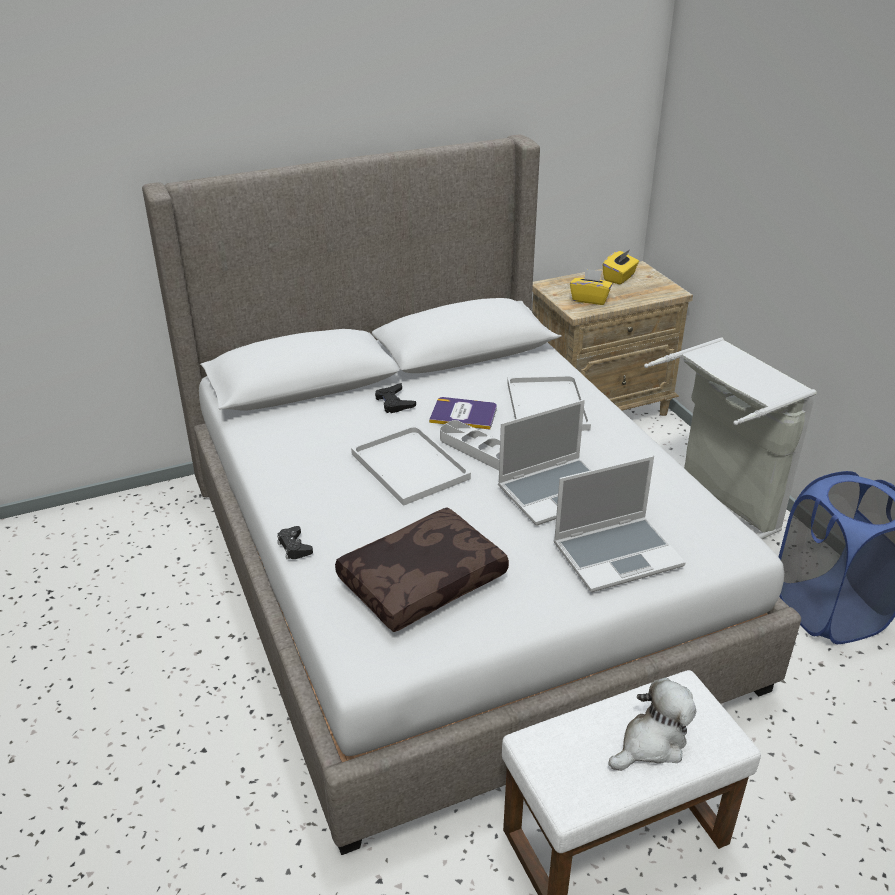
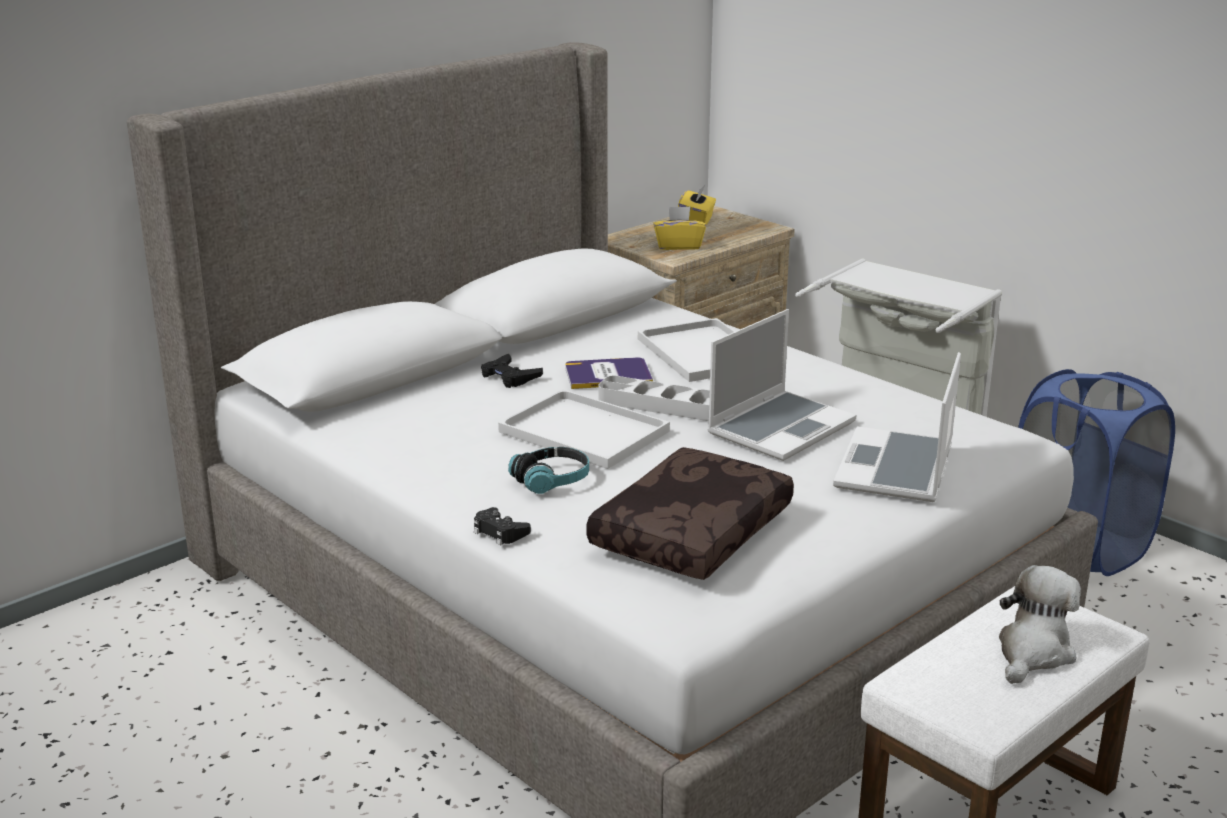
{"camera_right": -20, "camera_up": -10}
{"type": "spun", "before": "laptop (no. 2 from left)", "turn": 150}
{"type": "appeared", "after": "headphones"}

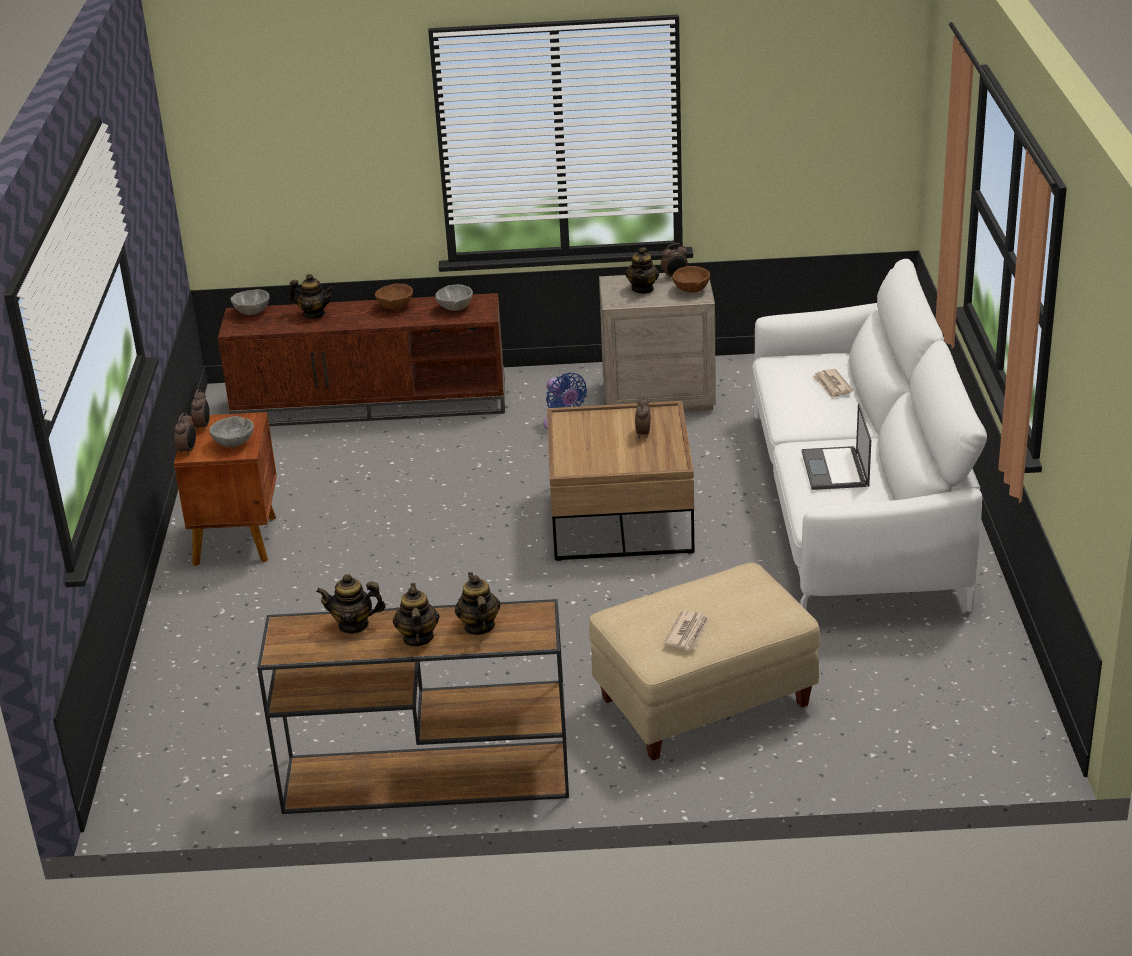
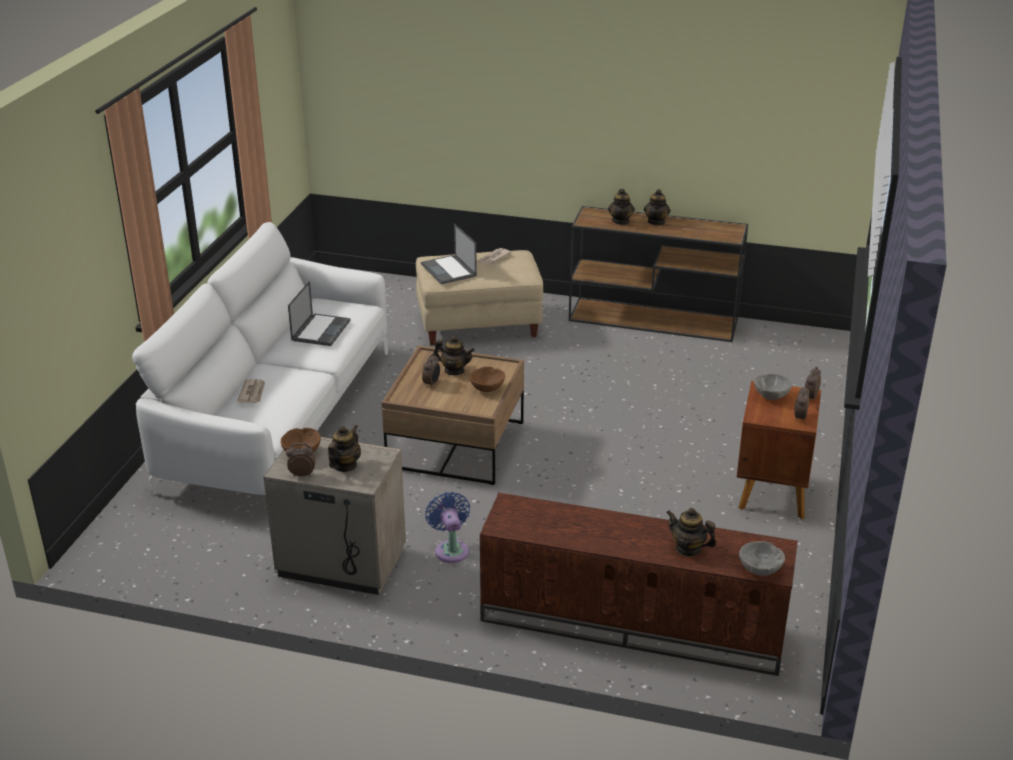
{"camera_right": -165, "camera_up": 0}
{"type": "relocated", "before": "brown bowl (no. 1 from left in the first image)", "after": "brown bowl (no. 2 from left)"}
{"type": "missing", "before": "grey bowl (no. 3 from left)"}
{"type": "relocated", "before": "teapot (no. 2 from left)"}
{"type": "appeared", "after": "laptop (no. 2 from left)"}

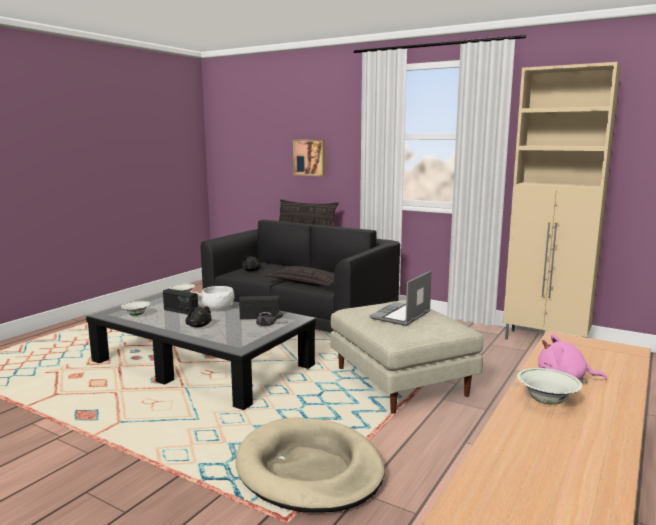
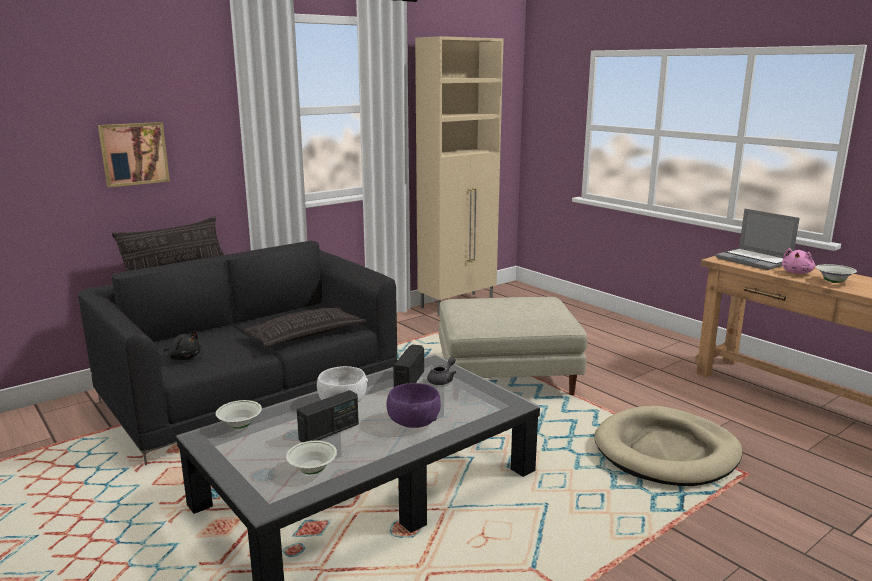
{"camera_right": -70, "camera_up": 5}
{"type": "relocated", "before": "laptop"}
{"type": "exchanged", "before": "black plush toy (no. 1 from left)", "after": "purple bowl"}

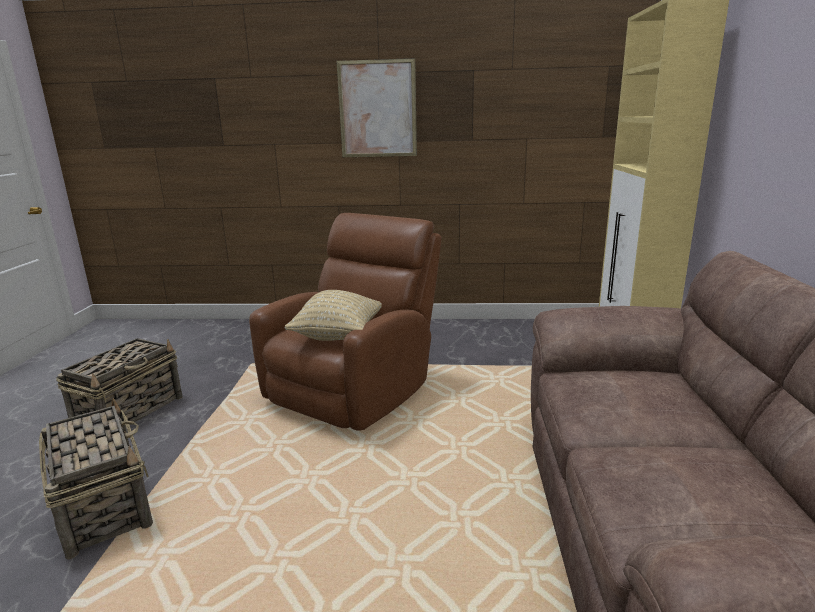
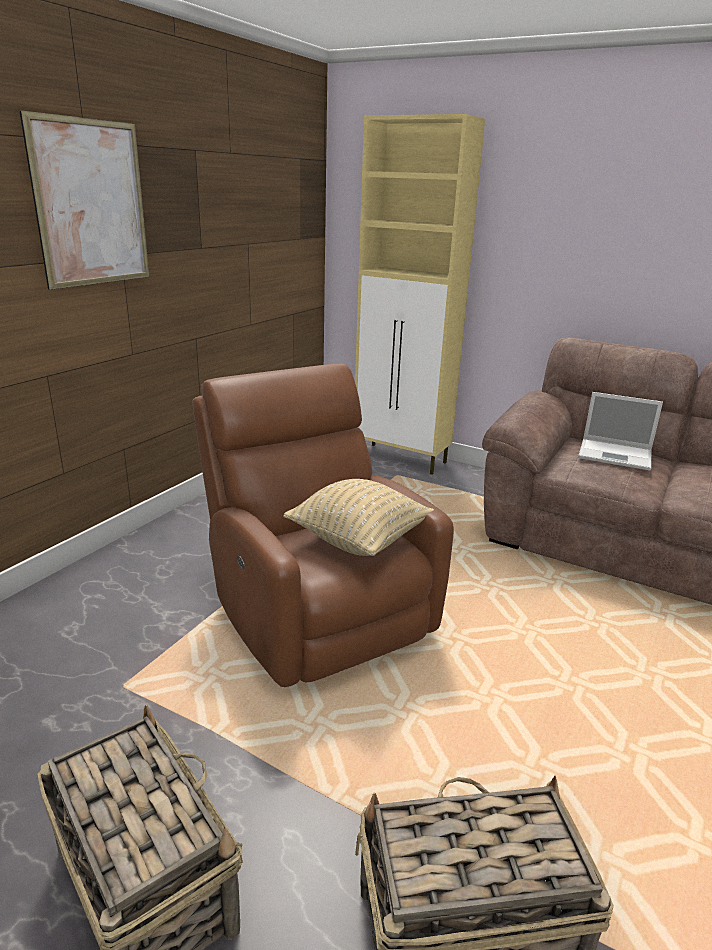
{"camera_right": -65, "camera_up": 5}
{"type": "appeared", "after": "laptop"}

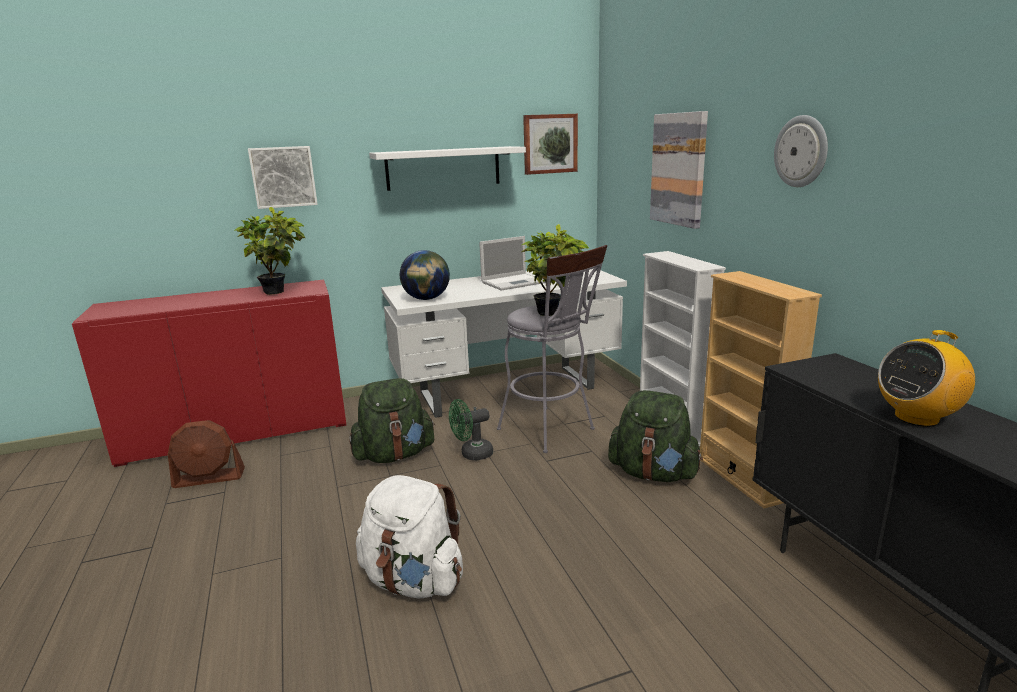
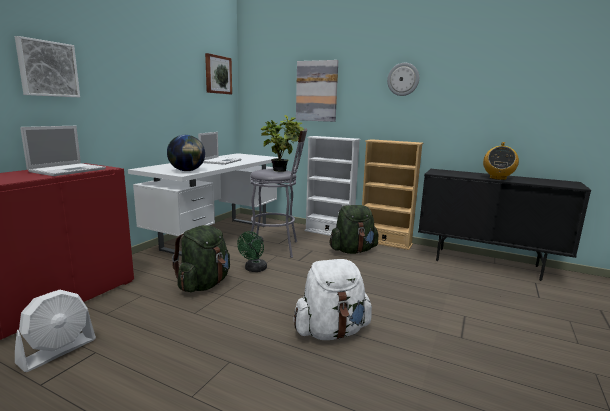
{"camera_right": -45, "camera_up": -5}
{"type": "missing", "before": "white shelf"}
{"type": "exchanged", "before": "potted plant (no. 1 from left)", "after": "laptop (no. 1 from left)"}
{"type": "colour", "before": "brown fan", "after": "white fan"}

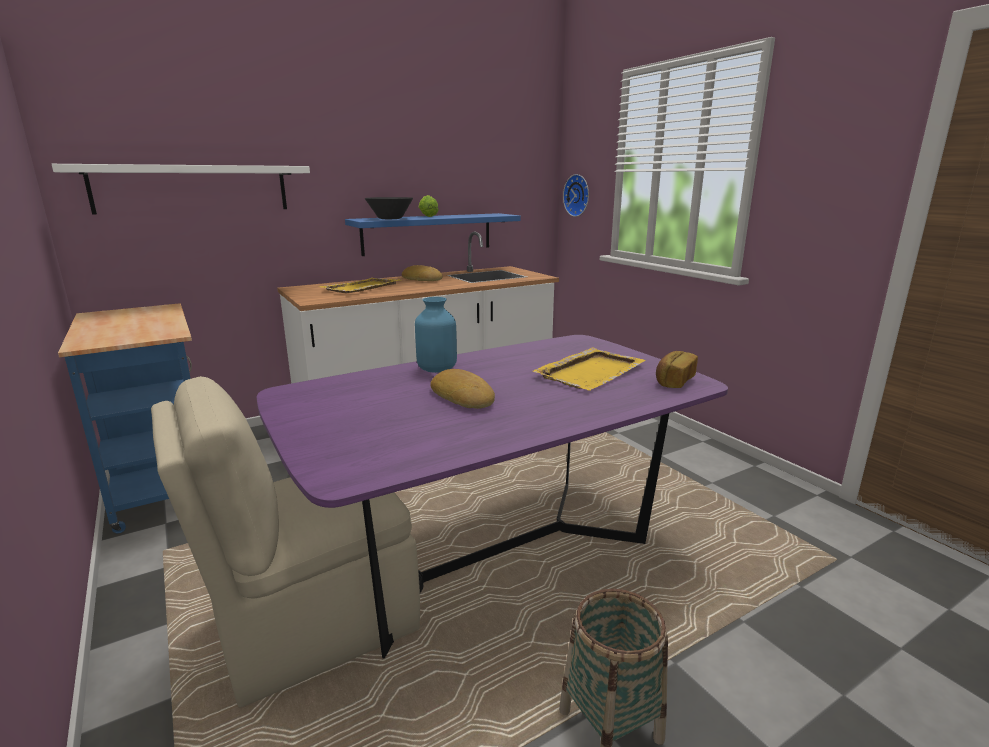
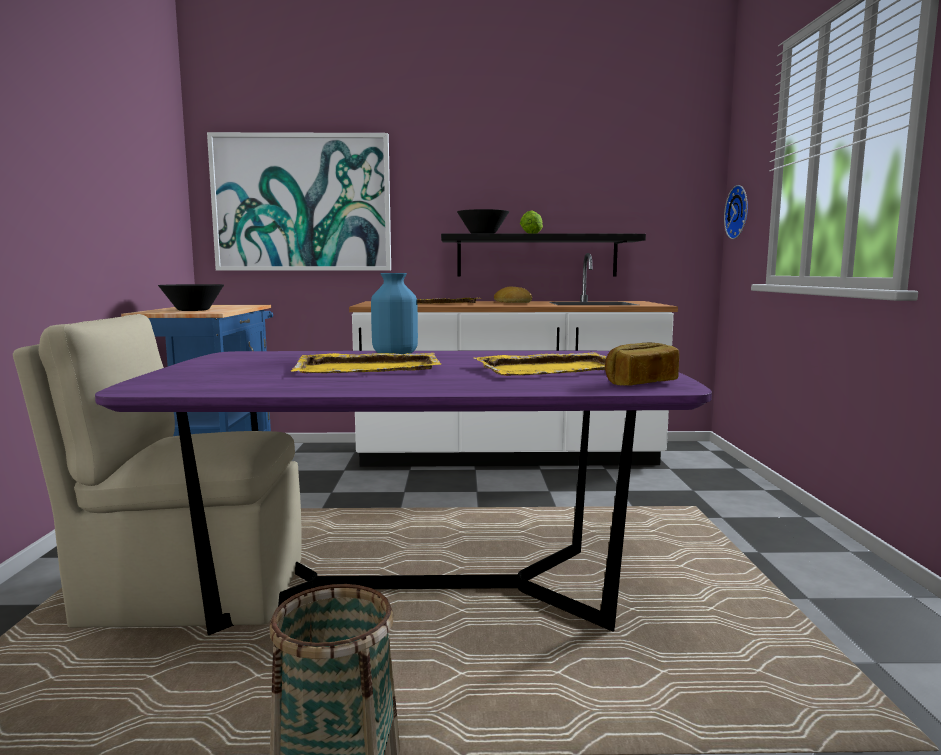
{"camera_right": 30, "camera_up": -10}
{"type": "exchanged", "before": "white shelf", "after": "picture"}
{"type": "colour", "before": "blue shelf", "after": "black shelf"}
{"type": "exchanged", "before": "bread (no. 2 from left)", "after": "yellow tray (no. 1 from left)"}
{"type": "appeared", "after": "black bowl (no. 1 from left)"}

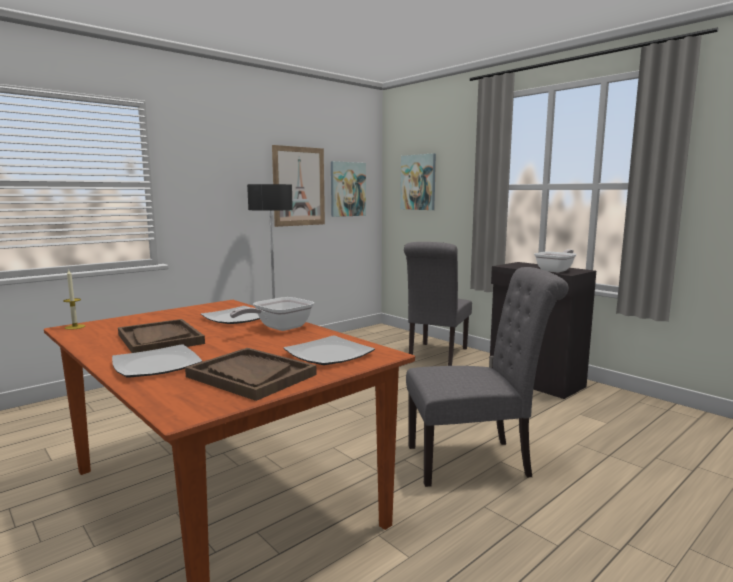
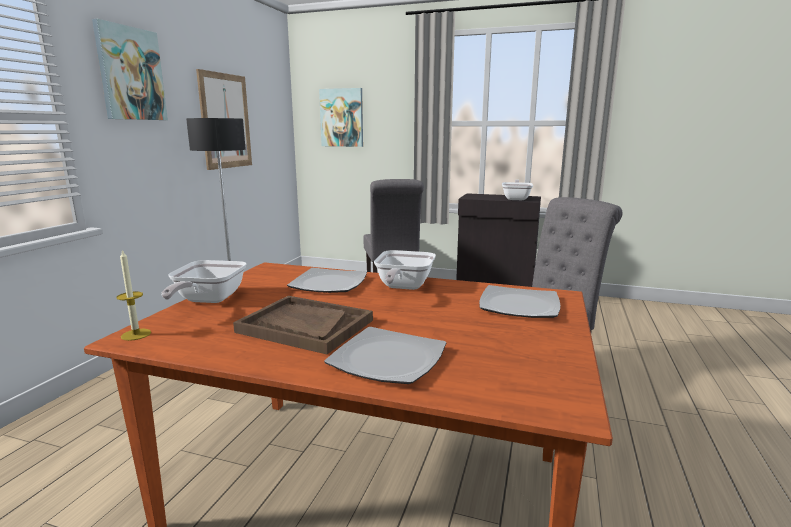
{"camera_right": -30, "camera_up": 5}
{"type": "relocated", "before": "picture (no. 2 from left in the first image)", "after": "picture (no. 1 from left)"}
{"type": "missing", "before": "brown tray (no. 2 from left)"}
{"type": "appeared", "after": "frying pan (no. 1 from left)"}

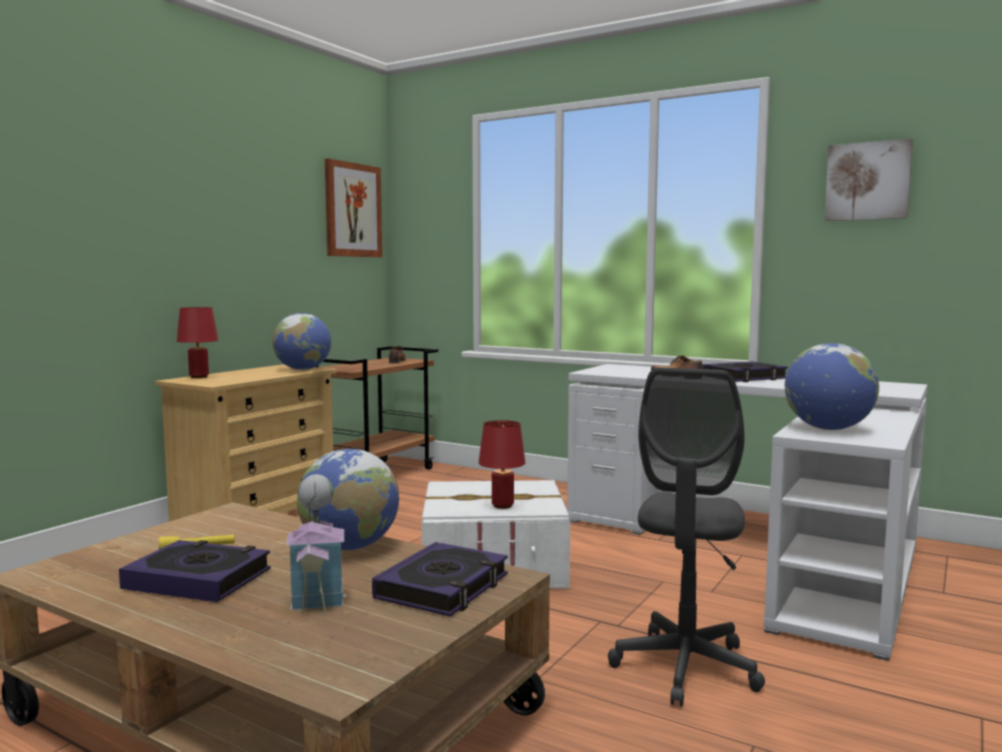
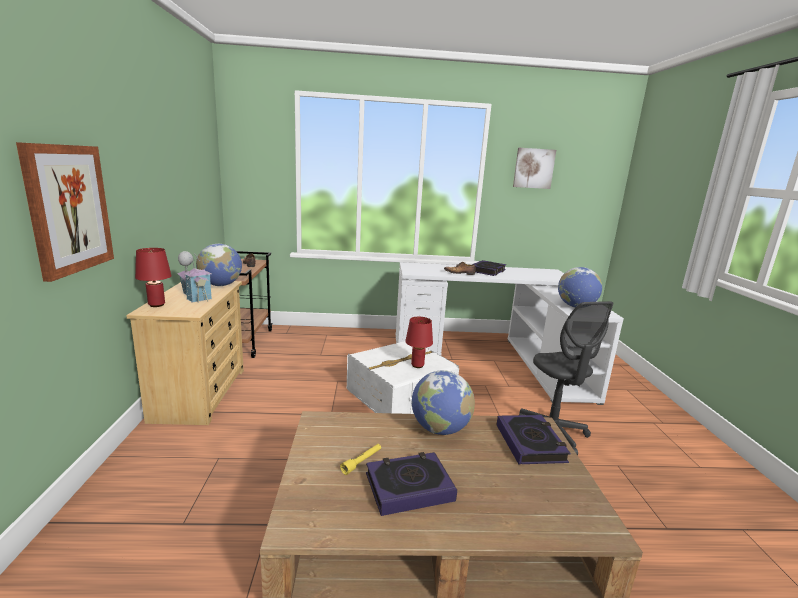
{"camera_right": -35, "camera_up": 10}
{"type": "relocated", "before": "picture (no. 1 from left)"}
{"type": "relocated", "before": "toy house"}

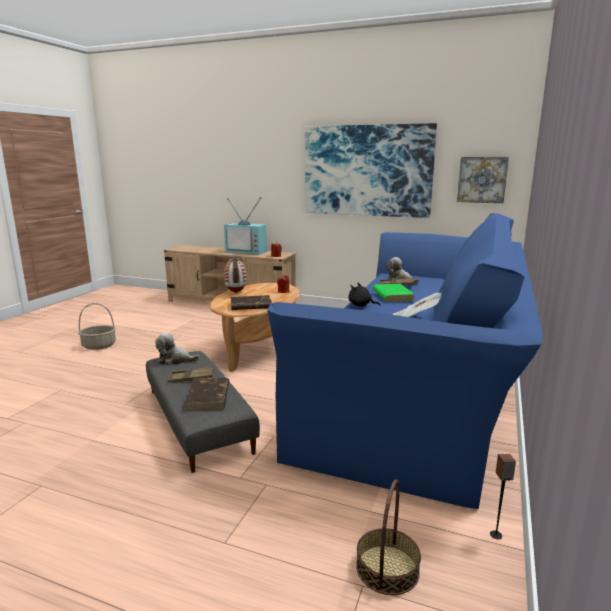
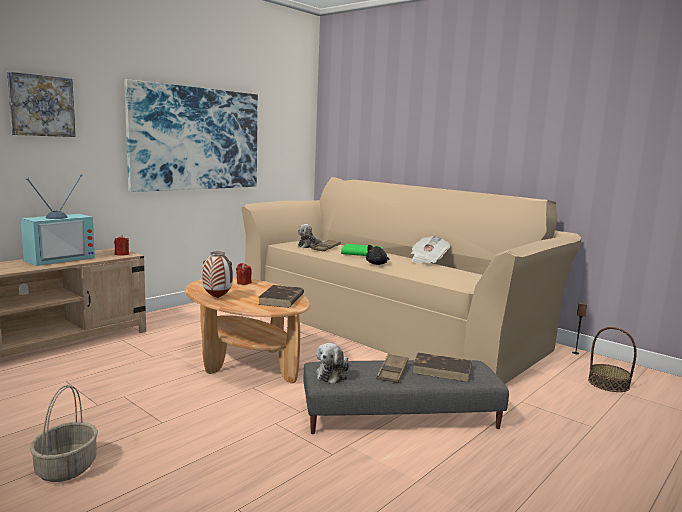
{"camera_right": -70, "camera_up": -5}
{"type": "relocated", "before": "picture (no. 2 from left in the first image)", "after": "picture (no. 1 from left)"}
{"type": "colour", "before": "blue sofa", "after": "beige sofa"}

